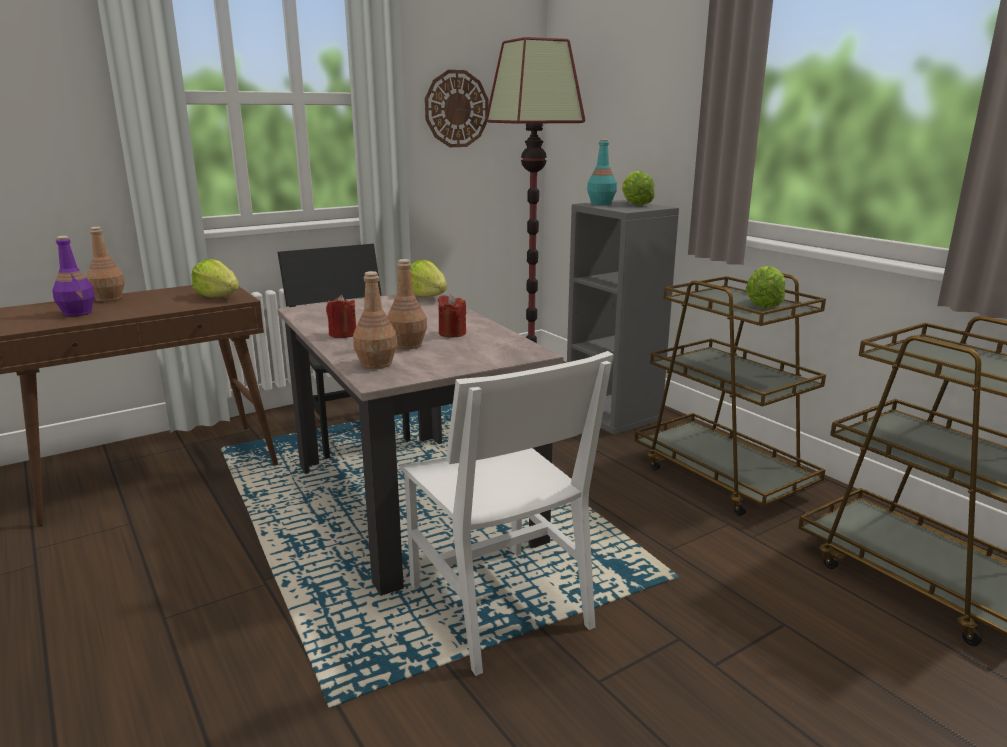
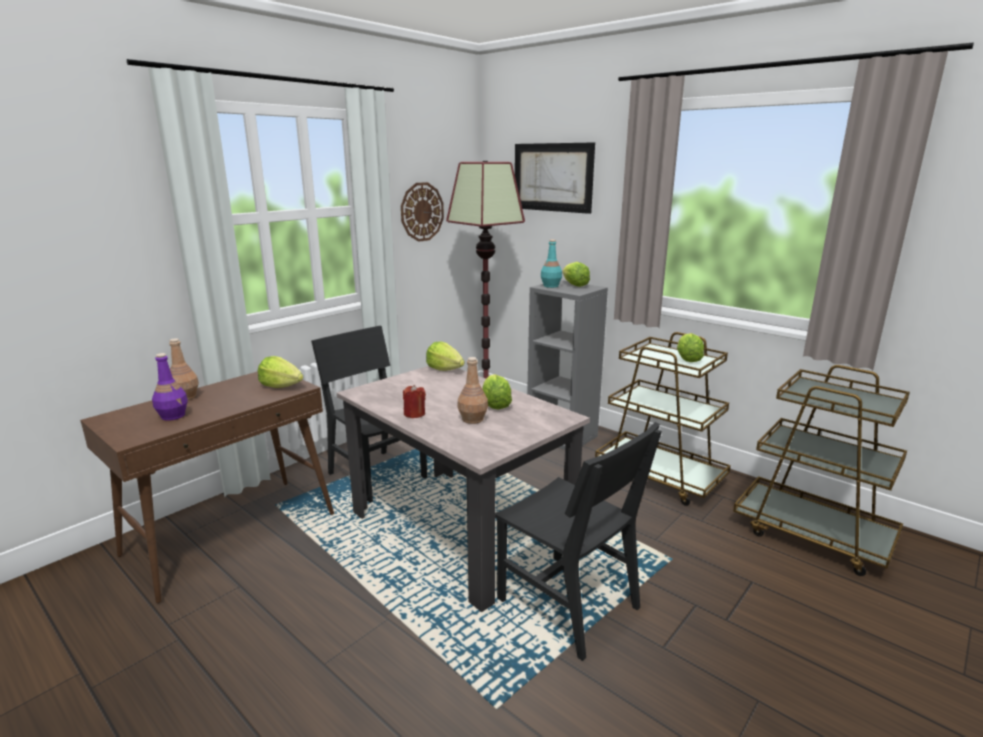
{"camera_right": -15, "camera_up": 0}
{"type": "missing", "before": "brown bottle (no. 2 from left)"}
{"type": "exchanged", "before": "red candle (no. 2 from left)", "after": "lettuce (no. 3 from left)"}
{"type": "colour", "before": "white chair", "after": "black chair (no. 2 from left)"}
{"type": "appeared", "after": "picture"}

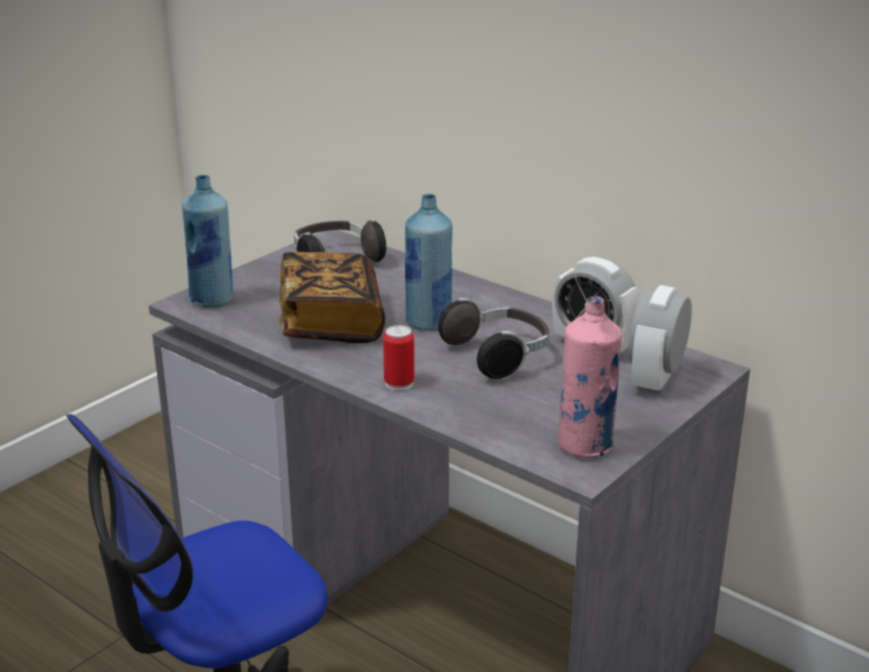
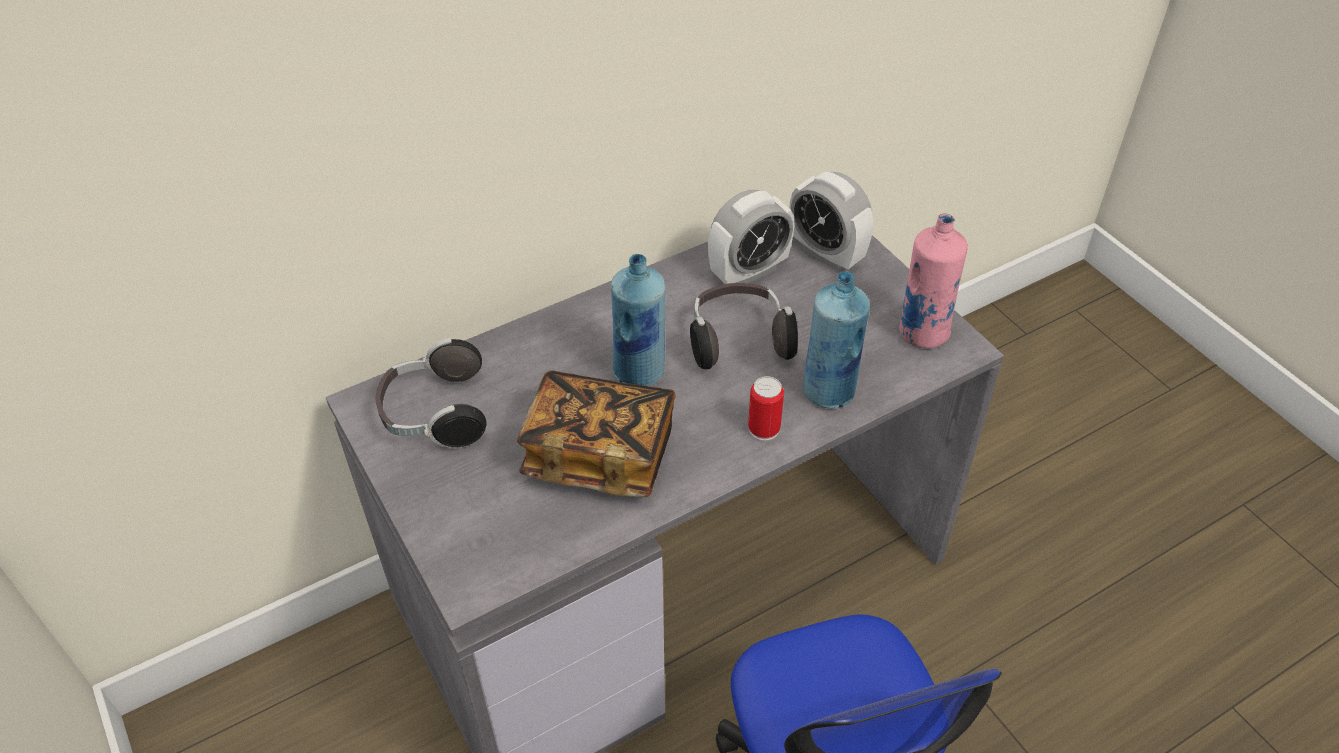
{"camera_right": -70, "camera_up": 20}
{"type": "relocated", "before": "blue bottle (no. 1 from left in the first image)", "after": "blue bottle (no. 2 from left)"}

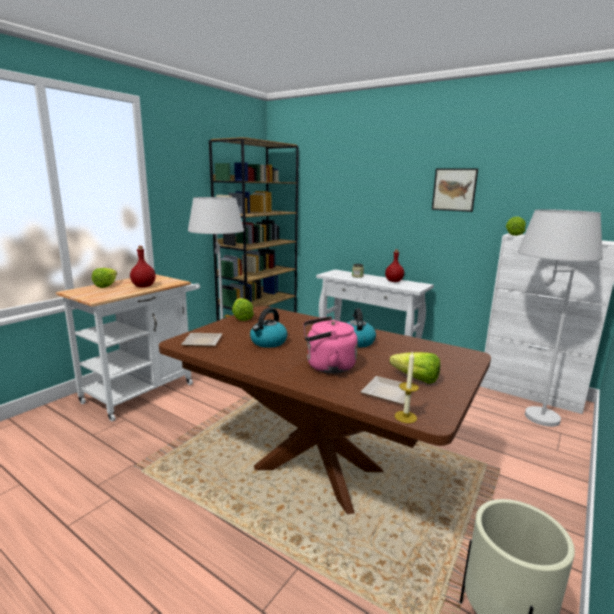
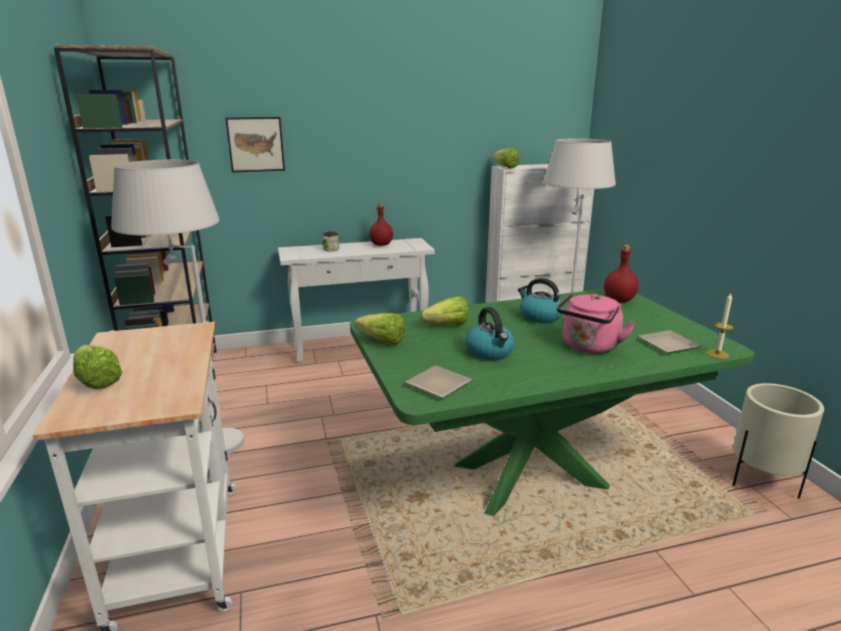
{"camera_right": -50, "camera_up": 5}
{"type": "relocated", "before": "picture"}
{"type": "relocated", "before": "red bottle (no. 1 from left in the first image)", "after": "red bottle (no. 2 from left)"}
{"type": "colour", "before": "brown dining table", "after": "green dining table"}
{"type": "relocated", "before": "lettuce (no. 3 from left)"}

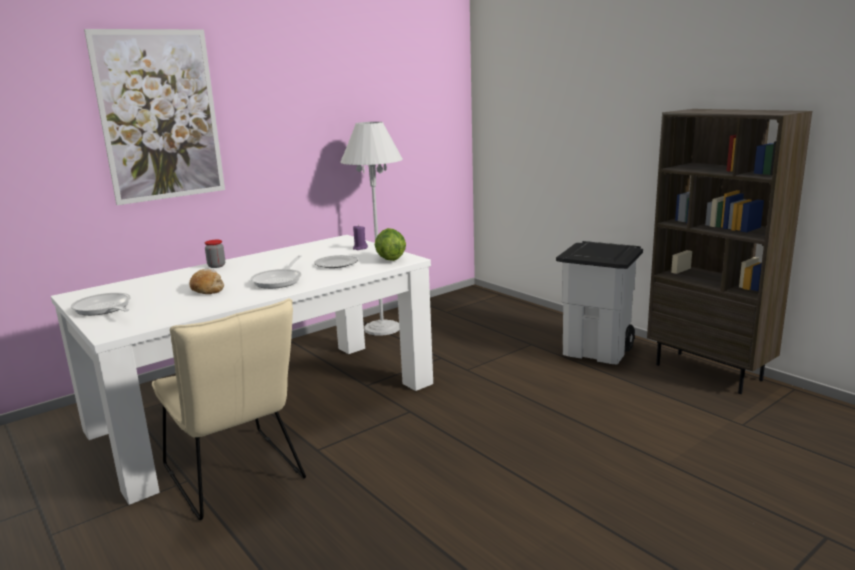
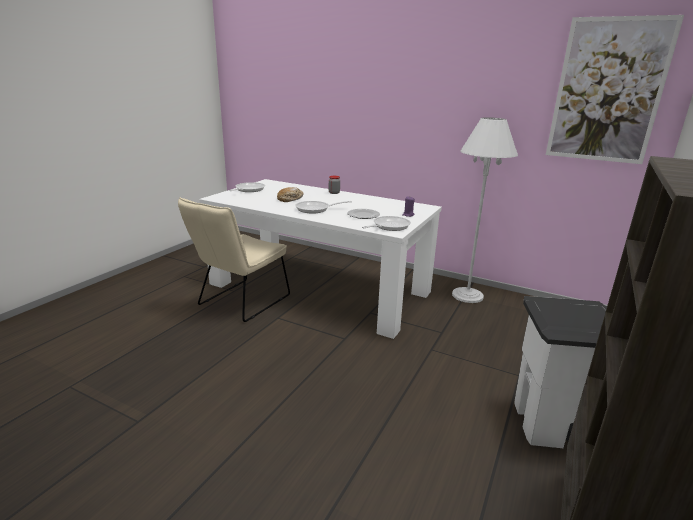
{"camera_right": 65, "camera_up": 5}
{"type": "relocated", "before": "picture"}
{"type": "exchanged", "before": "lettuce", "after": "frying pan (no. 3 from left)"}

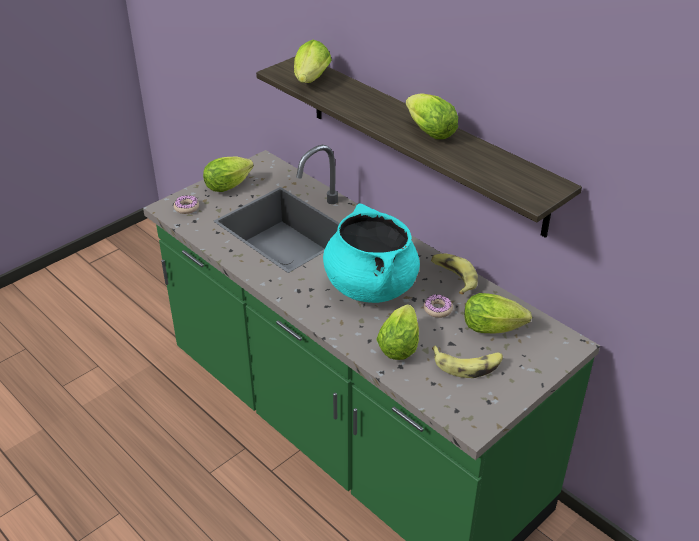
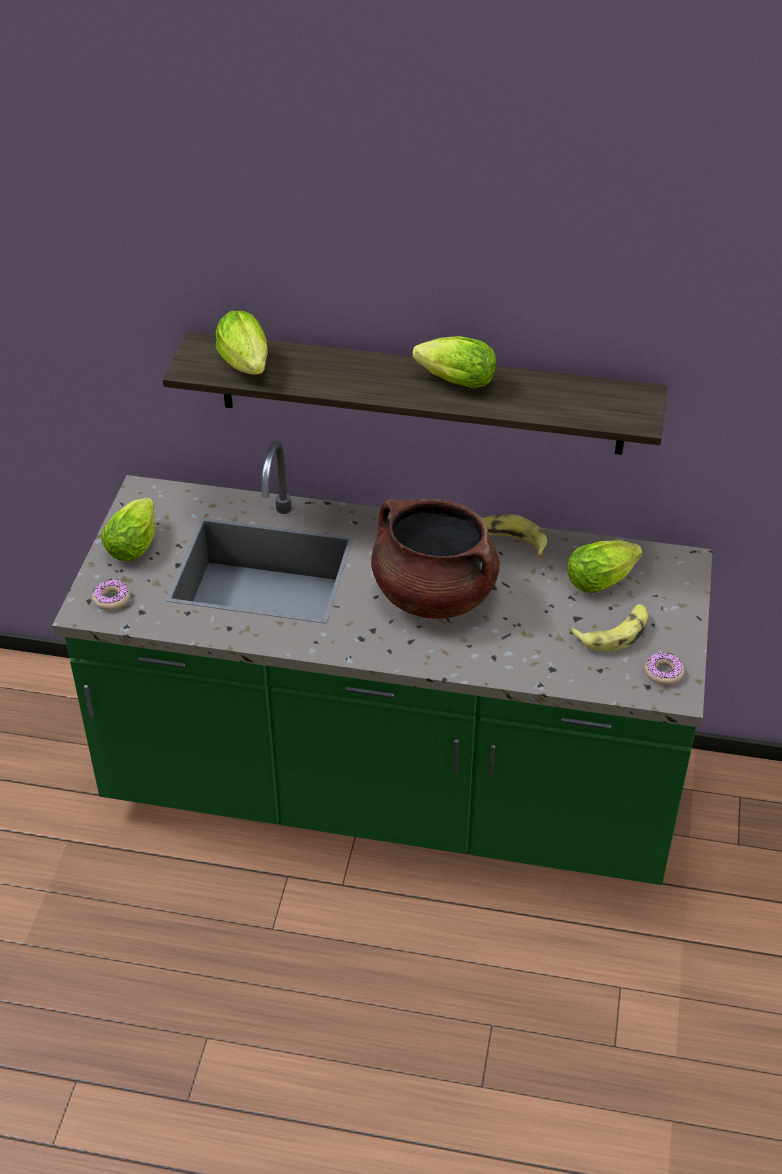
{"camera_right": -35, "camera_up": 5}
{"type": "colour", "before": "turquoise cooking pot", "after": "brown cooking pot"}
{"type": "relocated", "before": "donut (no. 2 from left)"}
{"type": "missing", "before": "lettuce (no. 3 from left)"}

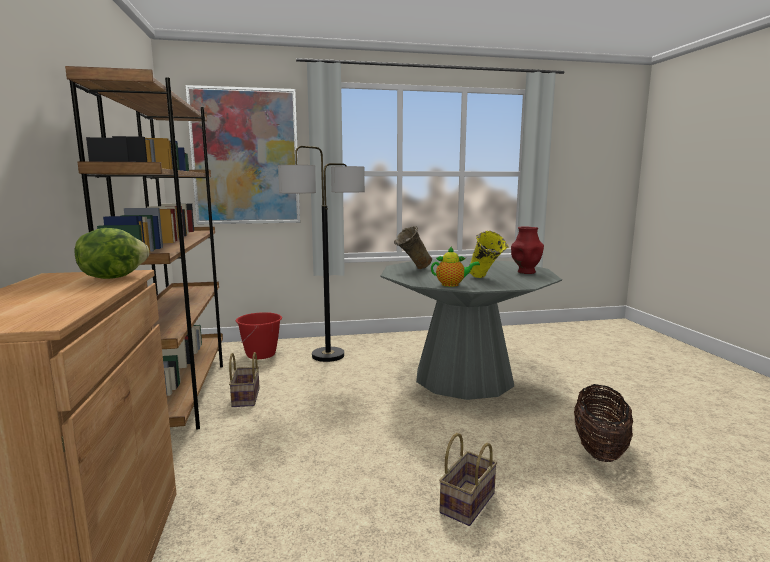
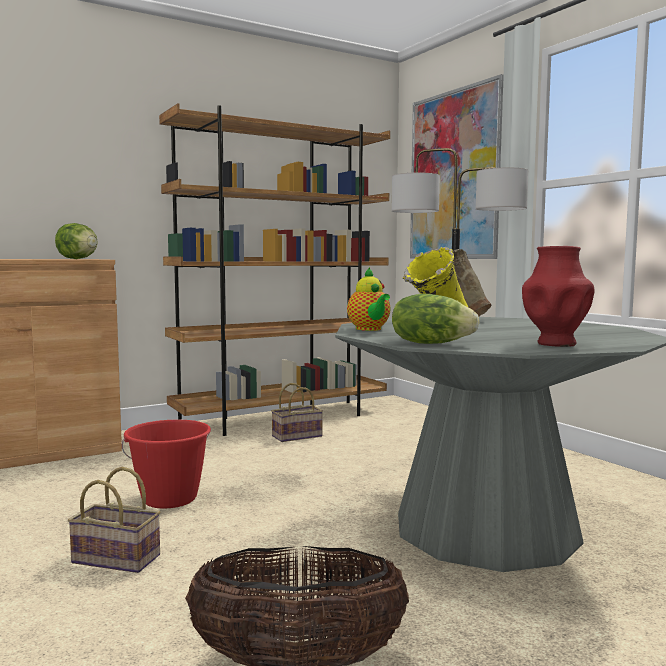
{"camera_right": 70, "camera_up": -5}
{"type": "relocated", "before": "red bucket"}
{"type": "appeared", "after": "lettuce (no. 2 from left)"}

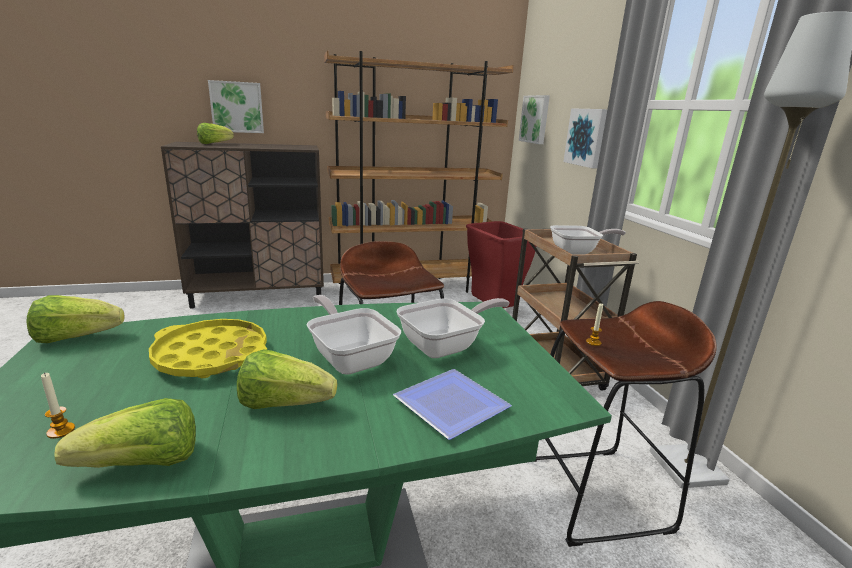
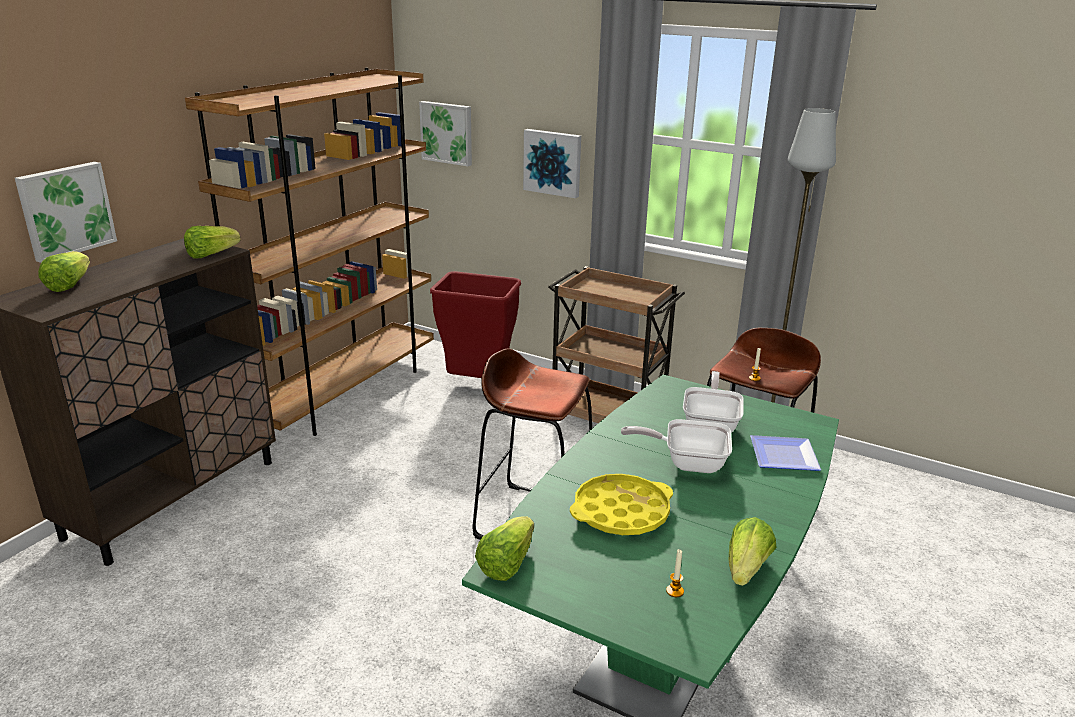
{"camera_right": -45, "camera_up": 5}
{"type": "missing", "before": "frying pan (no. 3 from left)"}
{"type": "relocated", "before": "lettuce (no. 4 from left in the first image)", "after": "lettuce (no. 2 from left)"}

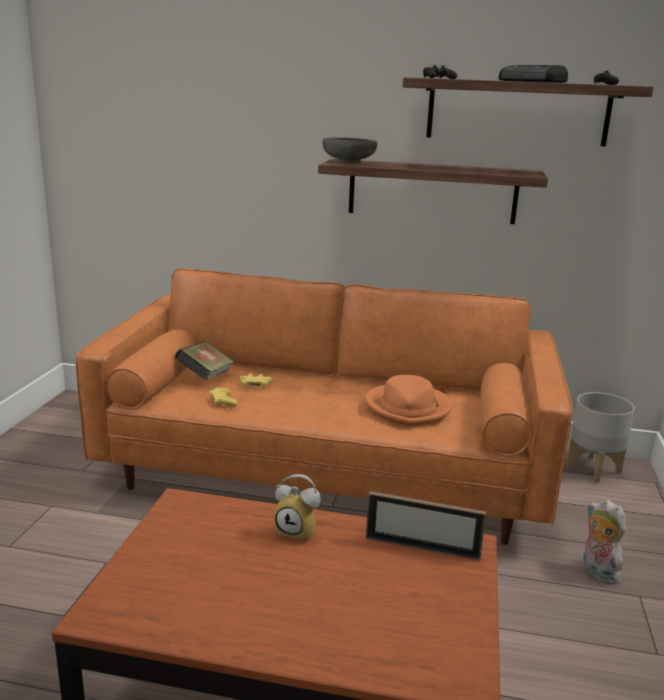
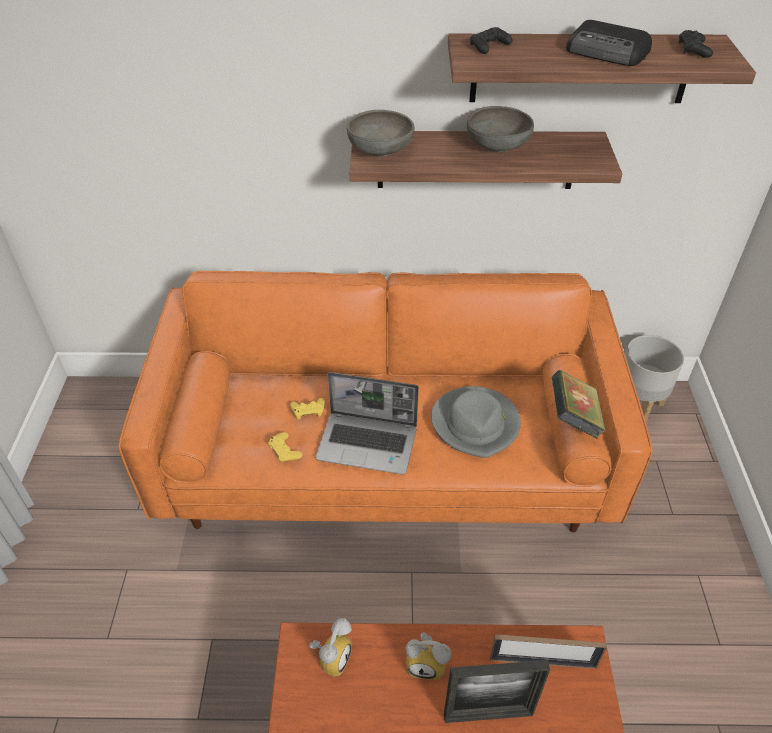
{"camera_right": -10, "camera_up": 25}
{"type": "relocated", "before": "book"}
{"type": "colour", "before": "orange hat", "after": "grey hat"}
{"type": "missing", "before": "plush toy"}
{"type": "appeared", "after": "grey bowl (no. 2 from left)"}
{"type": "appeared", "after": "laptop"}
{"type": "appeared", "after": "alarm clock (no. 1 from left)"}
{"type": "appeared", "after": "picture frame (no. 1 from left)"}

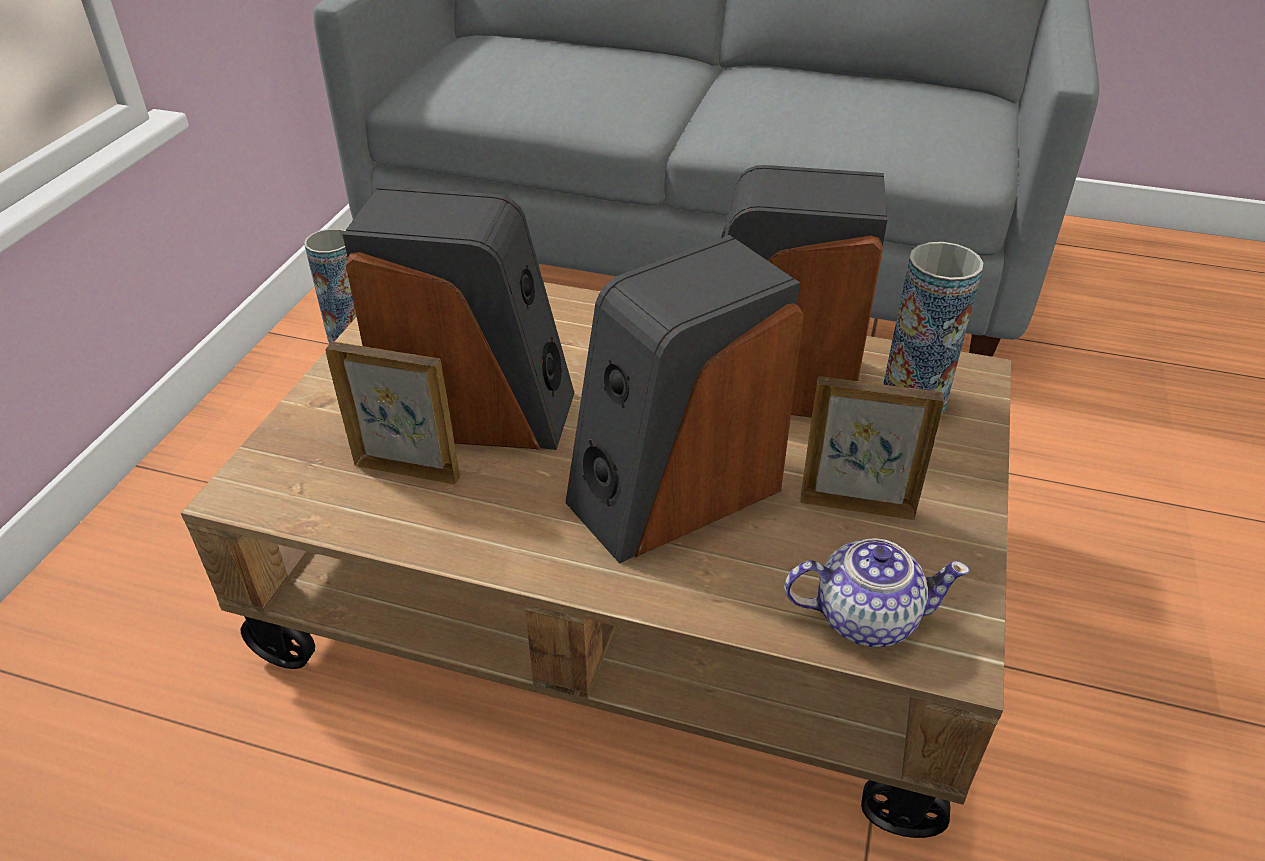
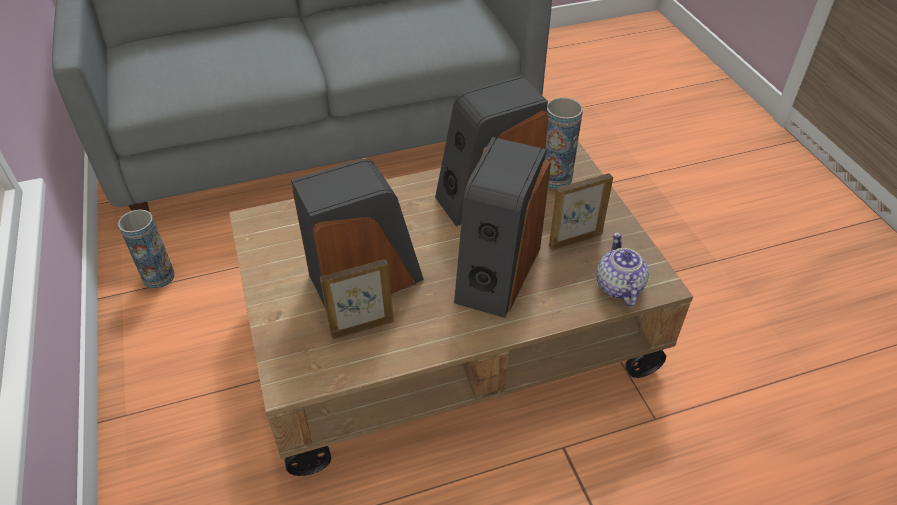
{"camera_right": -35, "camera_up": 5}
{"type": "spun", "before": "teapot", "turn": -60}

